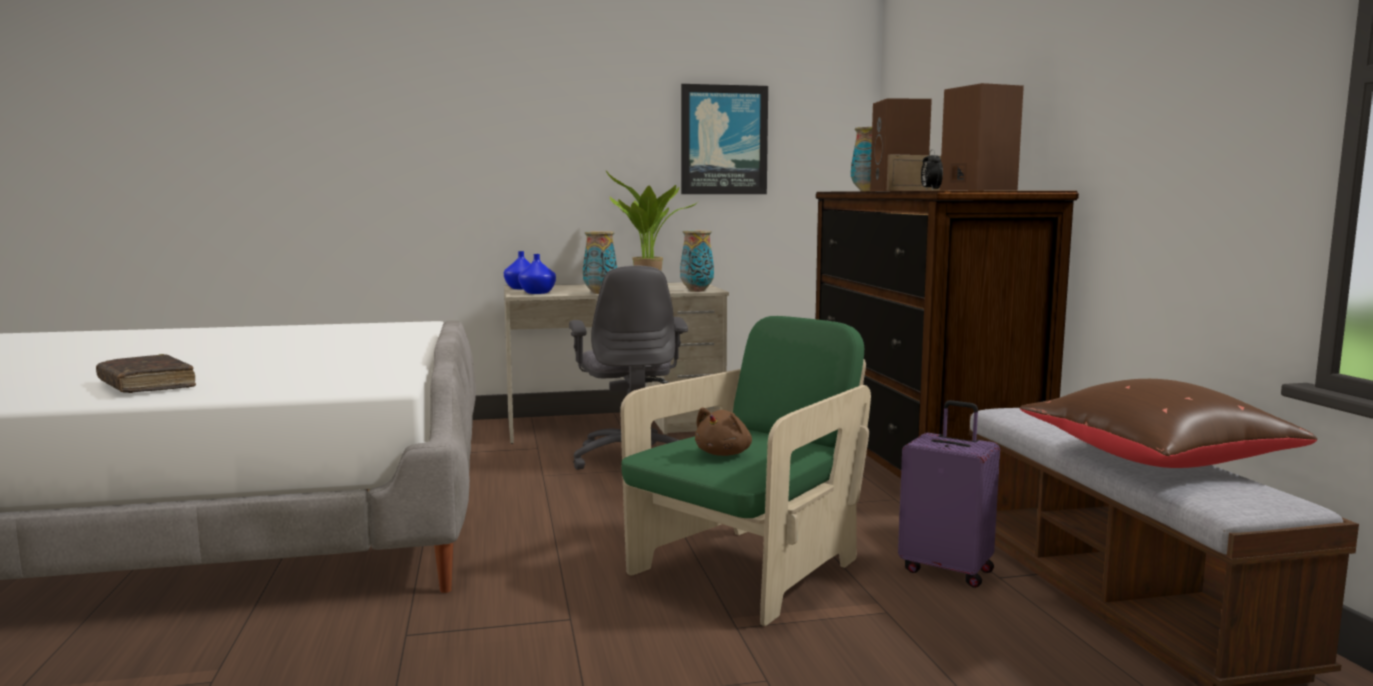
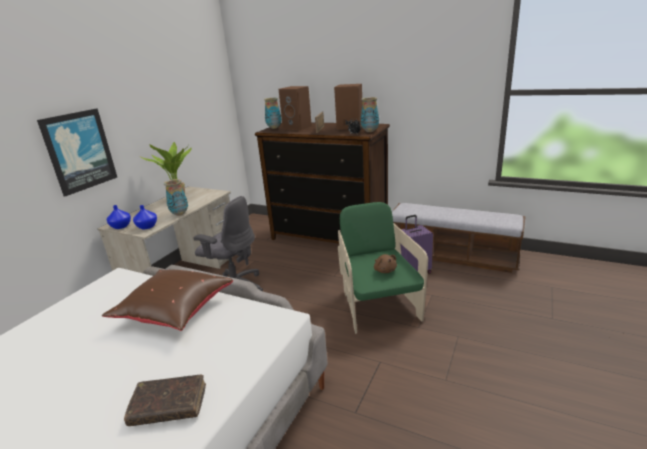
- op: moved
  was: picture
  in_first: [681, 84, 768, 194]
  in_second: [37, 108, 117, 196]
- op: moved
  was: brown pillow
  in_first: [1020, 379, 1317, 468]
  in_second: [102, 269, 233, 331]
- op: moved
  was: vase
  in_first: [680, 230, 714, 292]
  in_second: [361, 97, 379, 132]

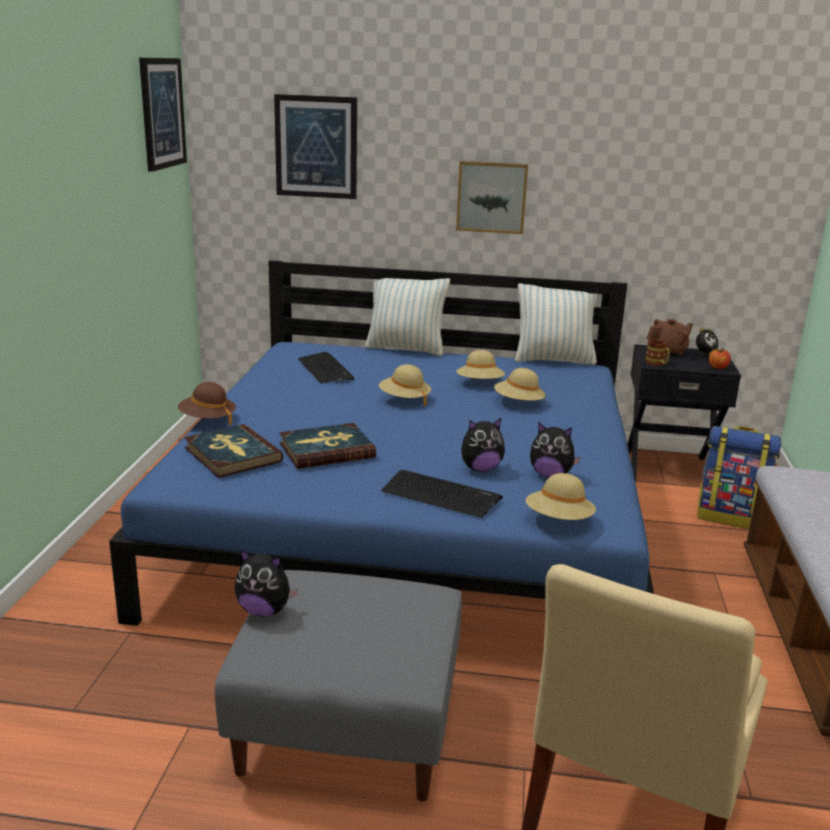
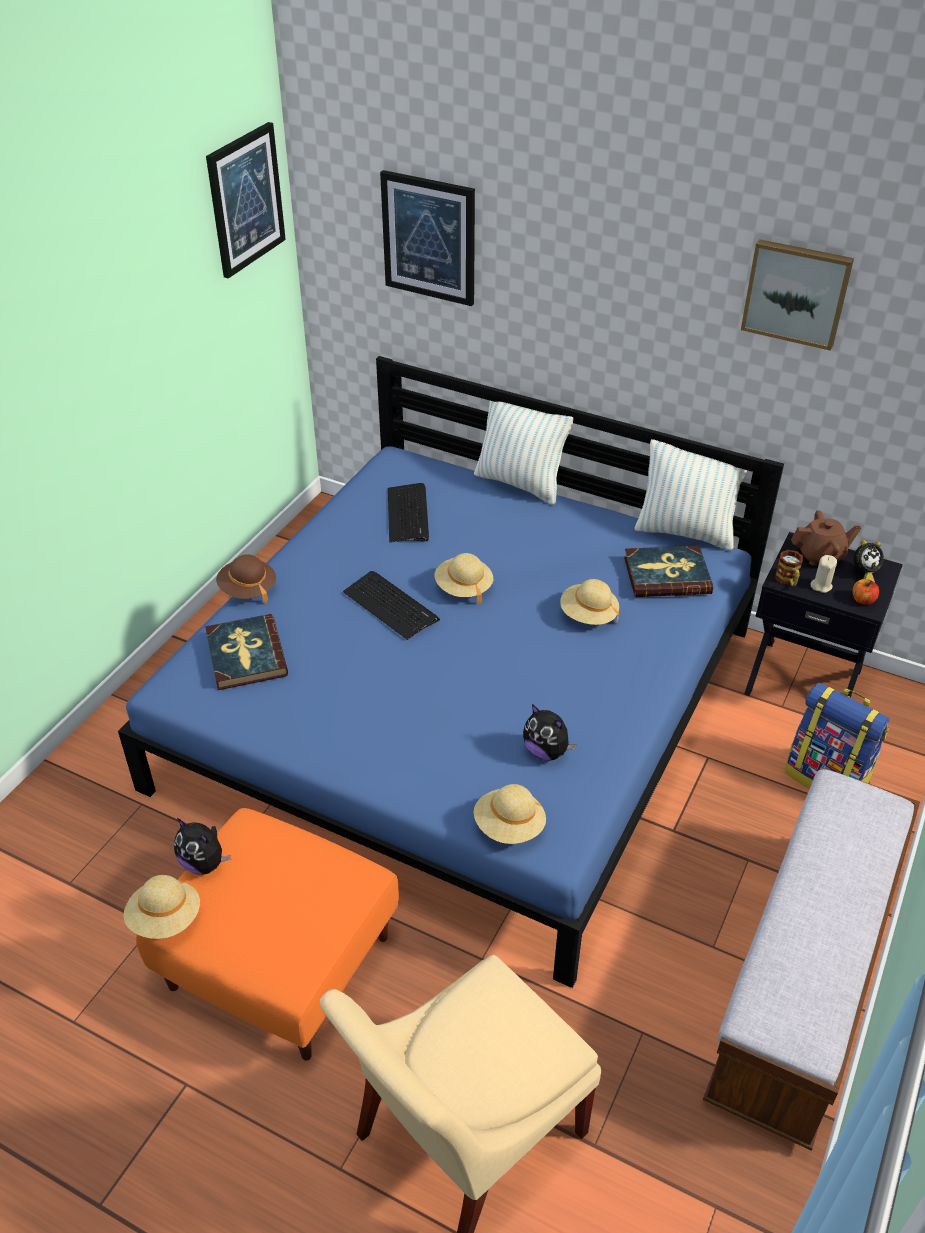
- op: moved
  was: beige hat
  in_first: [456, 350, 505, 379]
  in_second: [123, 875, 200, 939]
- op: recoloured
  was: grey ottoman
  now: orange ottoman
  in_first: [215, 570, 462, 801]
  in_second: [136, 808, 399, 1061]
- op: moved
  was: keyboard
  in_first: [381, 470, 503, 518]
  in_second: [343, 571, 440, 640]
- op: moved
  was: book
  in_first: [279, 423, 376, 469]
  in_second: [624, 546, 713, 597]
- op: moved
  was: picture
  in_first: [456, 161, 528, 234]
  in_second: [741, 239, 854, 351]
- op: added
  now: beige candle
  in_second: [811, 555, 837, 593]
- op: removed
  was: plush toy
  in_first: [461, 418, 505, 472]

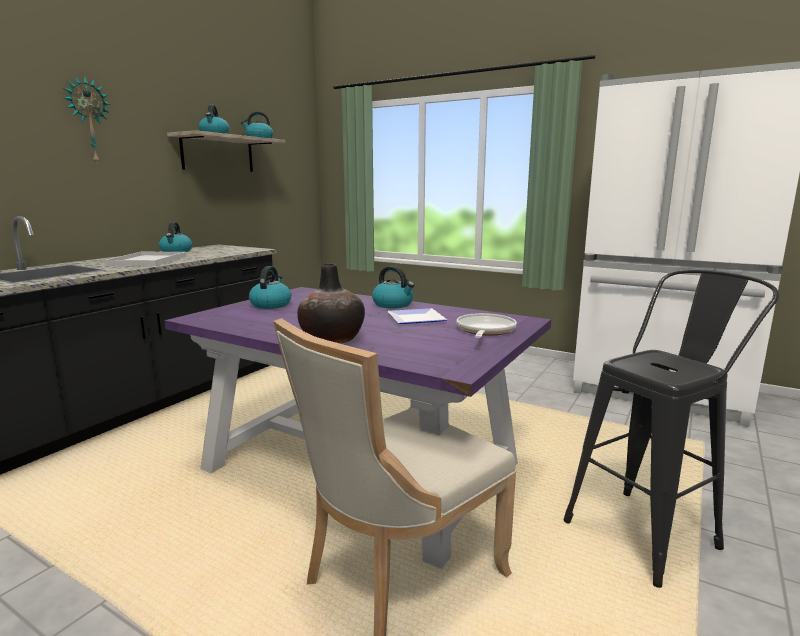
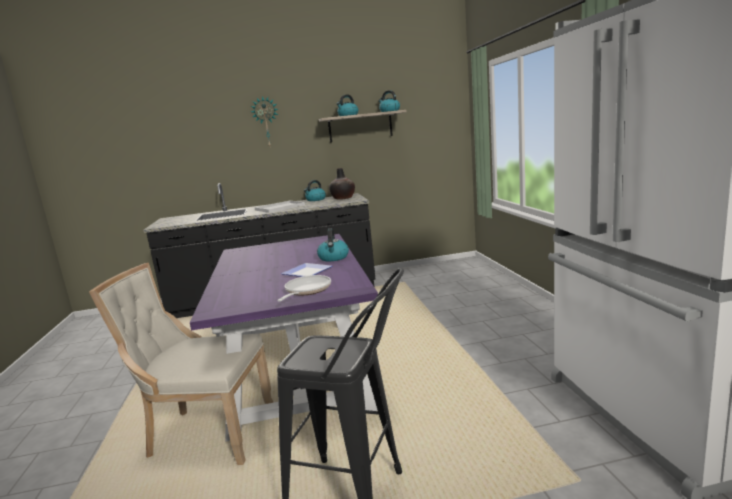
- op: turned
  was: frying pan
  in_first: [456, 313, 517, 338]
  in_second: [277, 275, 331, 302]
  clockwise: -45
- op: moved
  was: vase
  in_first: [297, 264, 365, 344]
  in_second: [329, 168, 355, 200]
- op: removed
  was: kettle
  in_first: [249, 266, 291, 309]

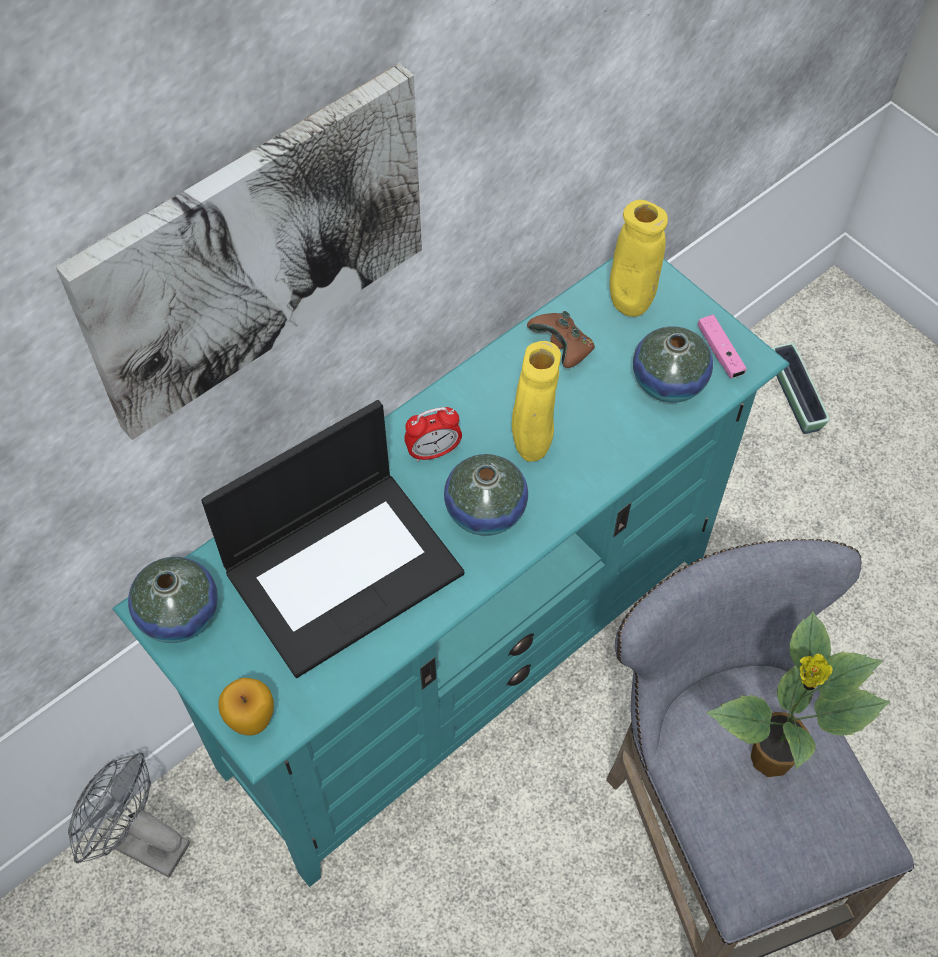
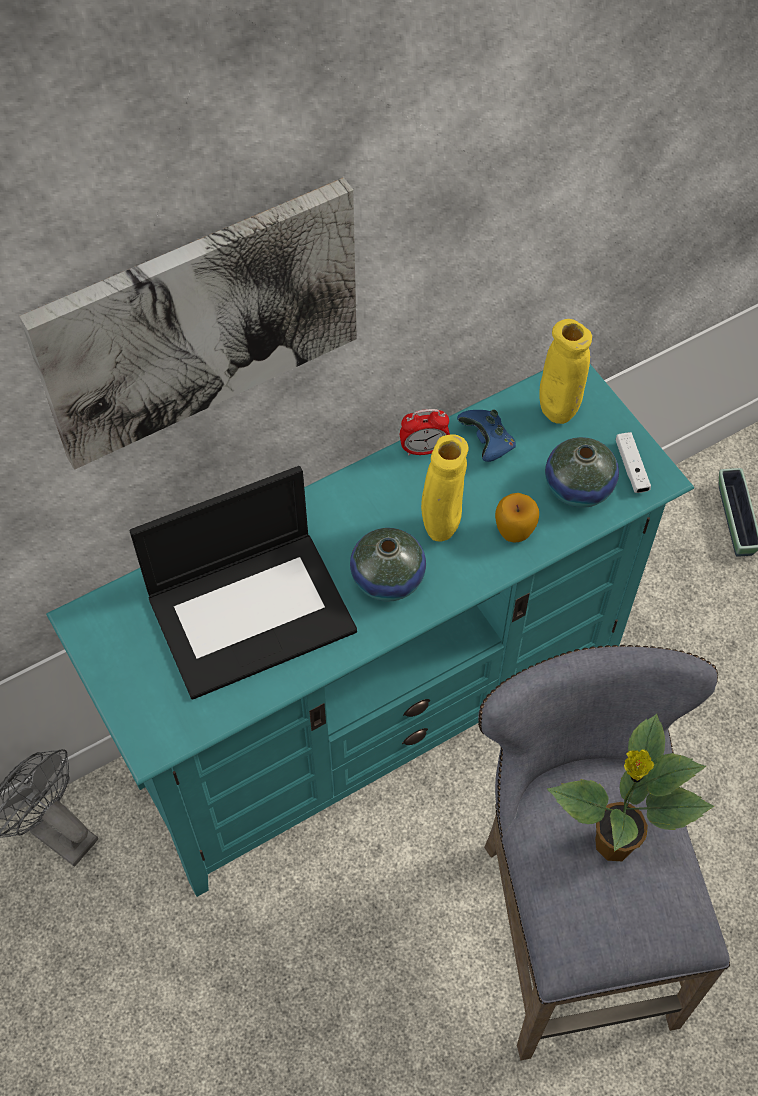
- op: moved
  was: alarm clock
  in_first: [404, 407, 462, 462]
  in_second: [400, 409, 450, 456]
- op: recoloured
  was: brown game controller
  now: blue game controller
  in_first: [527, 311, 595, 368]
  in_second: [457, 409, 516, 462]
- op: moved
  was: apple
  in_first: [218, 678, 274, 736]
  in_second: [495, 493, 539, 543]
- op: recoloured
  was: pink game controller
  now: white game controller
  in_first: [698, 315, 747, 378]
  in_second: [616, 432, 651, 493]
- op: removed
  was: vase
  in_first: [128, 557, 218, 643]

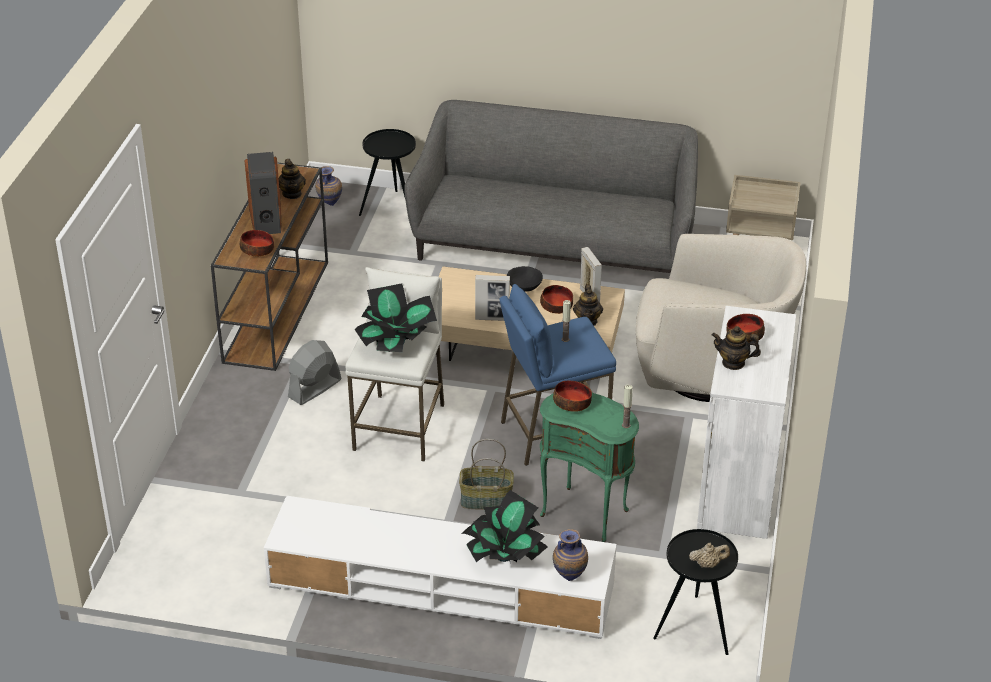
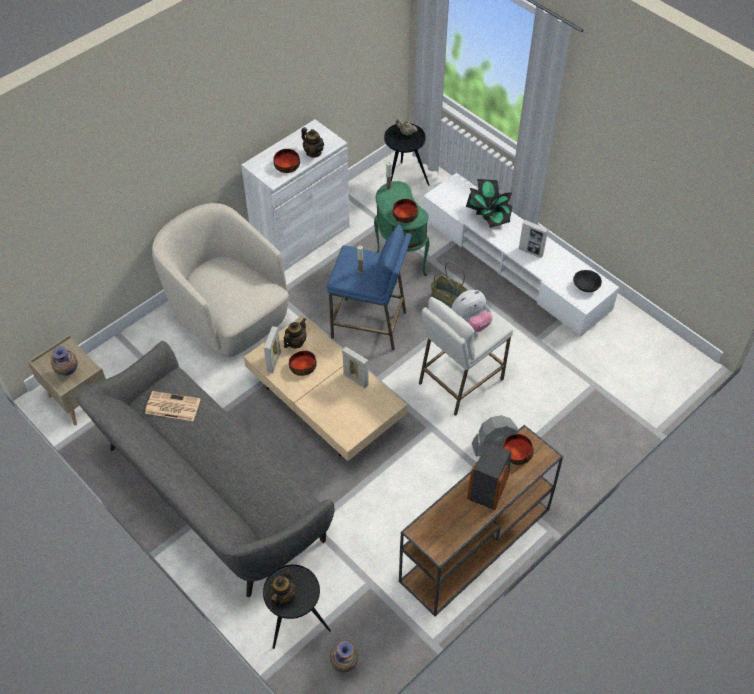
- op: moved
  was: vase
  in_first: [553, 529, 588, 581]
  in_second: [51, 346, 78, 376]
- op: added
  now: newspaper
  in_second: [145, 391, 200, 421]
- op: moved
  was: teapot
  in_first: [279, 159, 306, 199]
  in_second: [268, 567, 296, 610]
- op: replaced
  was: potted plant
  now: plush toy
  in_first: [354, 283, 437, 352]
  in_second: [451, 290, 493, 332]
- op: added
  now: picture frame
  in_second: [519, 220, 549, 258]
- op: moved
  was: black bowl
  in_first: [507, 266, 543, 292]
  in_second: [573, 270, 602, 292]

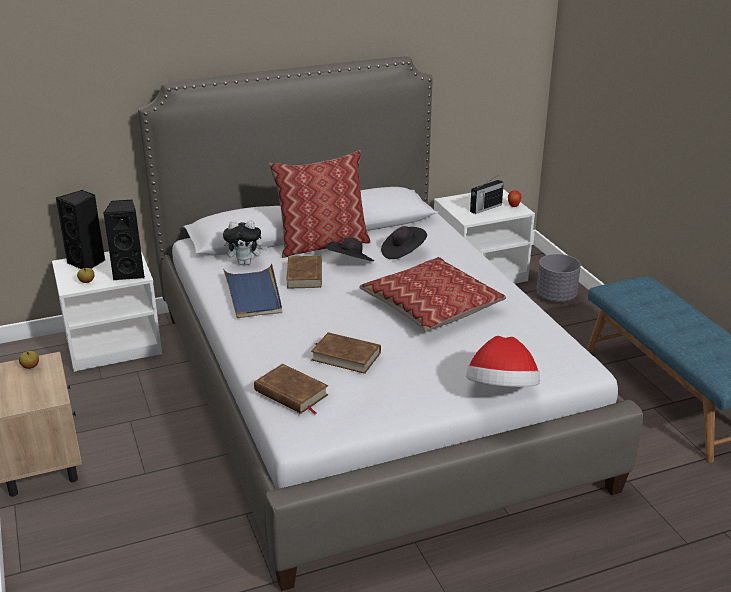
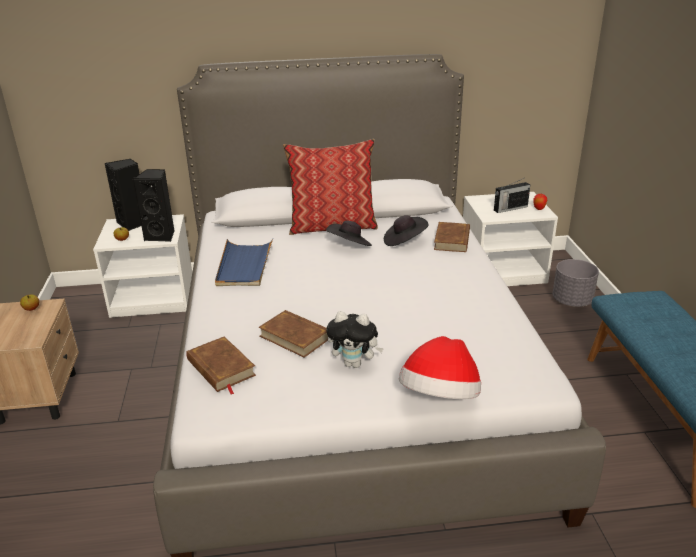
- op: moved
  was: plush toy
  in_first: [223, 221, 268, 265]
  in_second: [326, 311, 384, 368]
- op: moved
  was: brown book
  in_first: [287, 256, 322, 289]
  in_second: [434, 222, 470, 252]
- op: removed
  was: pillow
  in_first: [359, 257, 506, 332]

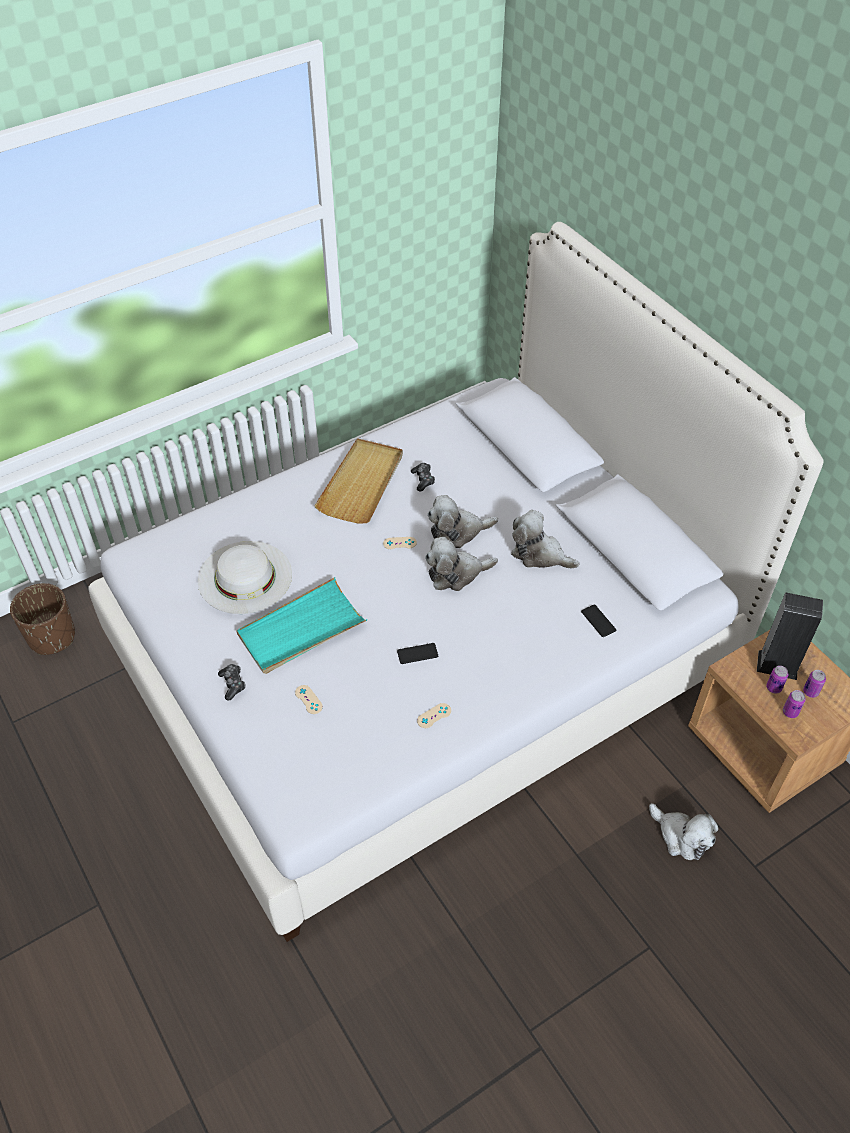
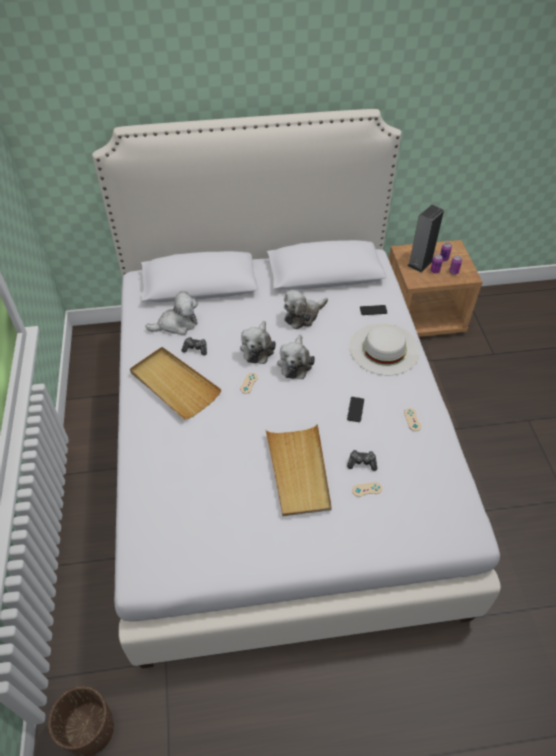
- op: moved
  was: plush toy
  in_first: [649, 803, 718, 860]
  in_second: [145, 291, 198, 336]
- op: recoloured
  was: turquoise tray
  now: beige tray
  in_first: [236, 577, 367, 674]
  in_second: [266, 424, 332, 516]
- op: moved
  was: game controller
  in_first: [218, 664, 245, 700]
  in_second: [347, 450, 377, 471]
- op: moved
  was: white hat
  in_first: [198, 541, 292, 614]
  in_second: [349, 323, 420, 375]

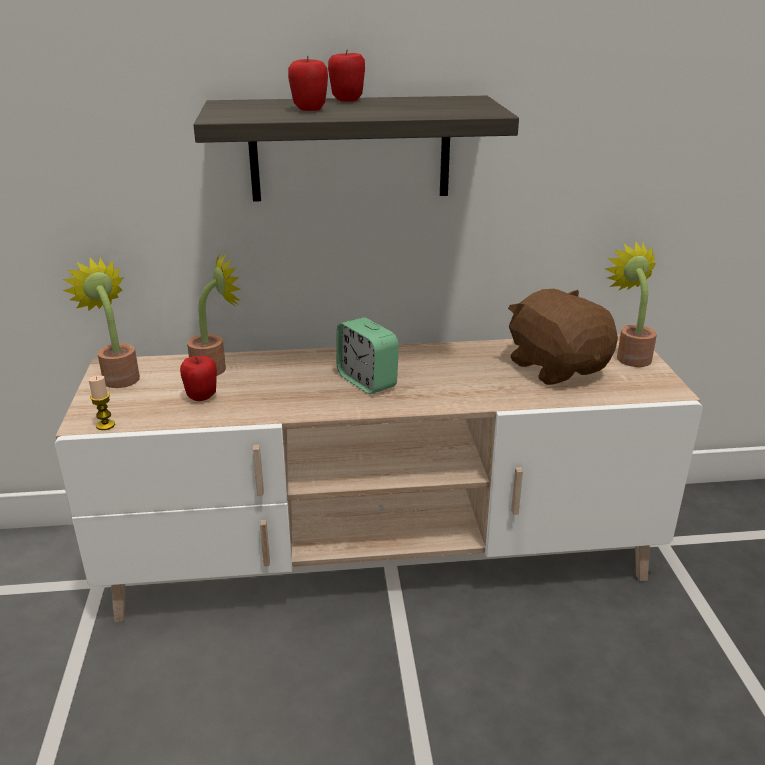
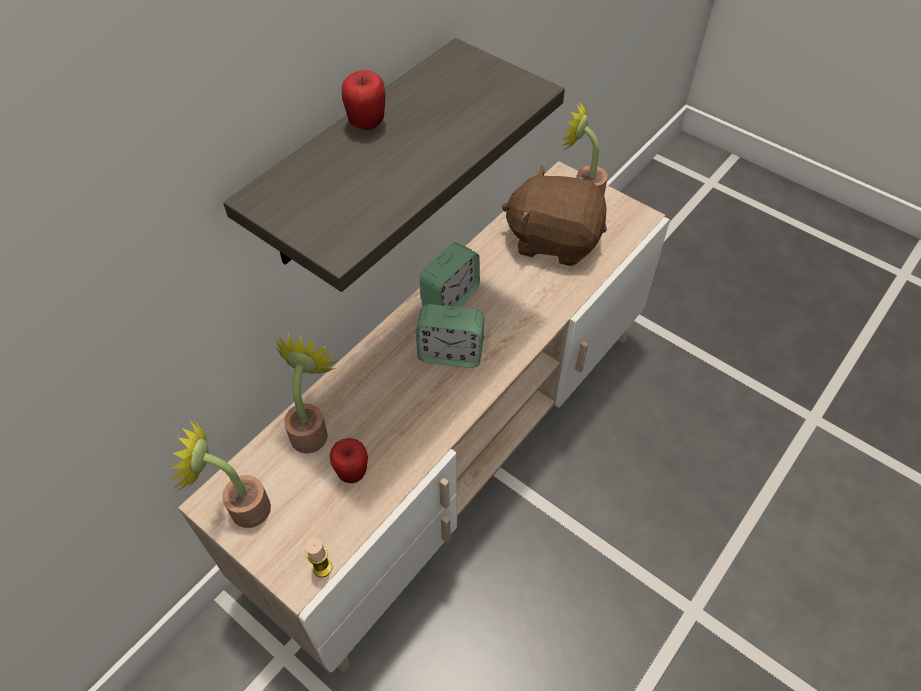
- op: added
  now: alarm clock
  in_second: [419, 242, 480, 307]
- op: removed
  was: apple
  in_first: [288, 56, 328, 111]

